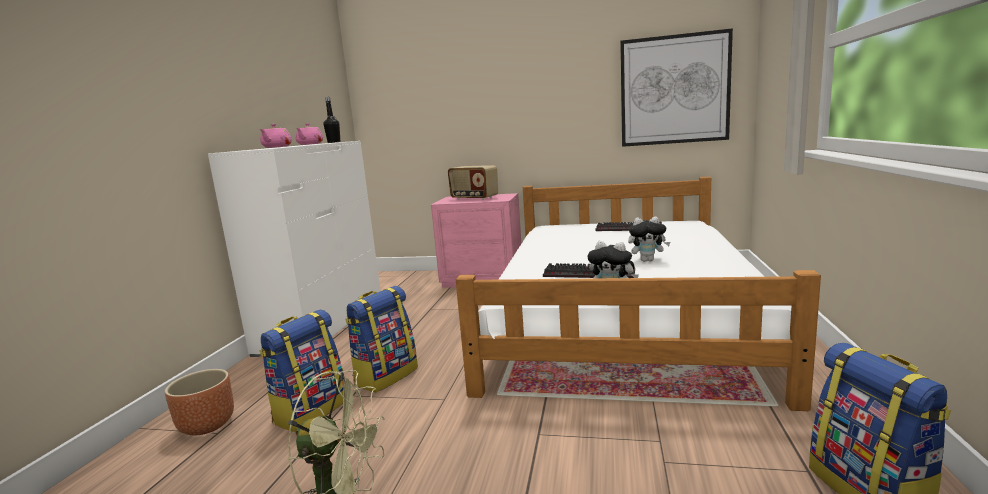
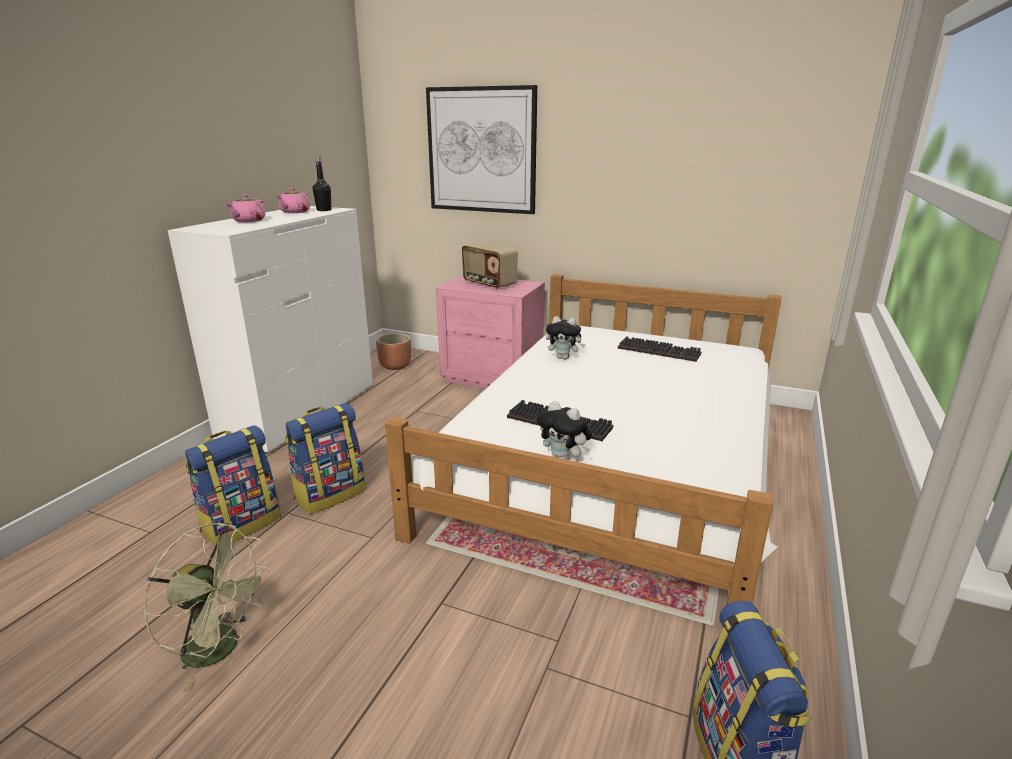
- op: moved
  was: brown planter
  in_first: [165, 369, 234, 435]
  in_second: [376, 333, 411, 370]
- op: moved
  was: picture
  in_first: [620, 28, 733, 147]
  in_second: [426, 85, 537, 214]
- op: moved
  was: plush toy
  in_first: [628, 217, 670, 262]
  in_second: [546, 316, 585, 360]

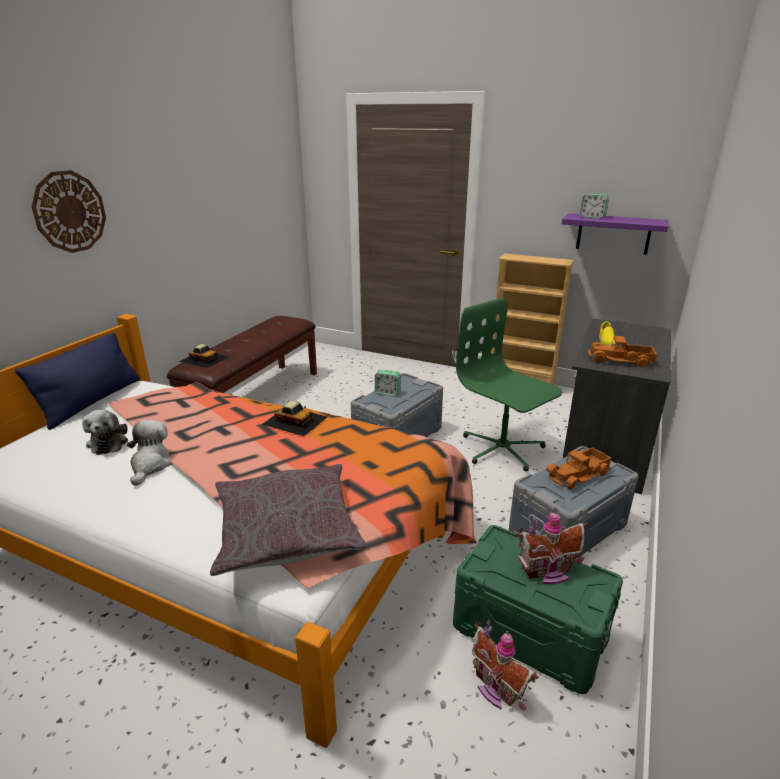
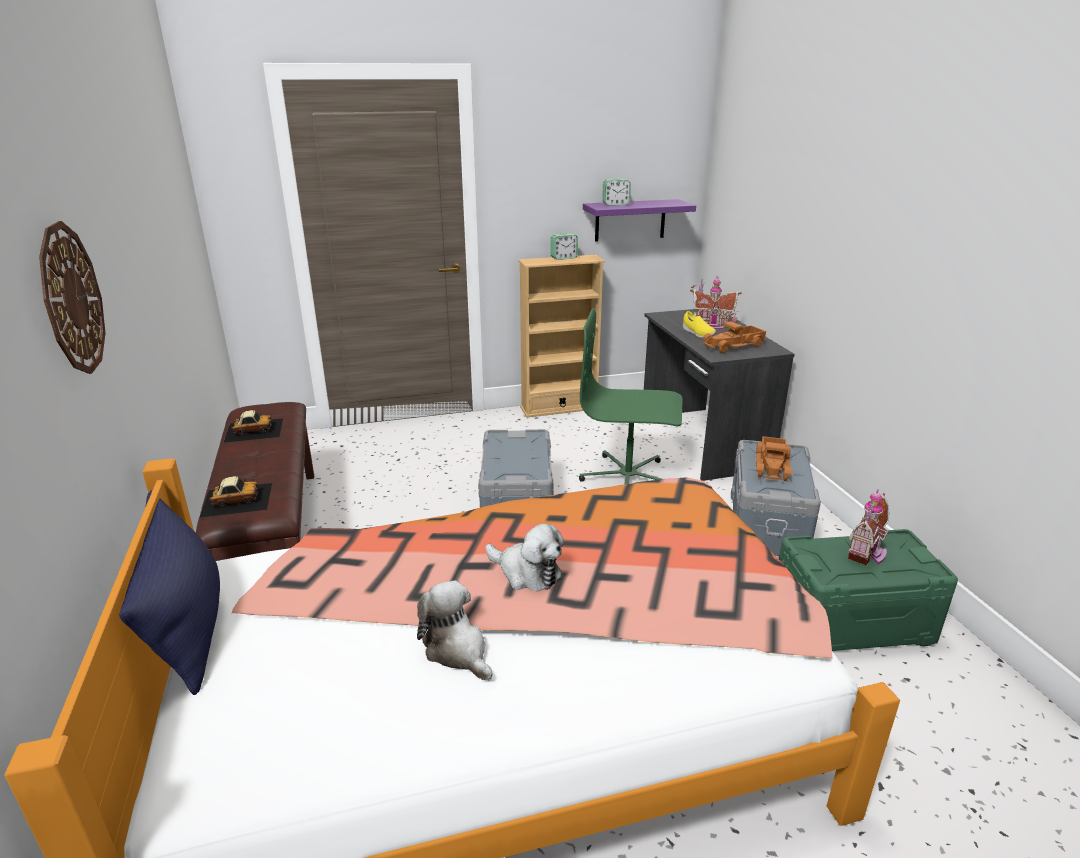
- op: moved
  was: toy car
  in_first: [262, 401, 327, 436]
  in_second: [223, 410, 283, 443]
- op: moved
  was: plush toy
  in_first: [82, 410, 128, 455]
  in_second: [485, 524, 564, 591]
- op: moved
  was: alarm clock
  in_first: [375, 369, 401, 396]
  in_second: [550, 233, 578, 260]
- op: moved
  was: toy house
  in_first: [472, 620, 539, 711]
  in_second: [690, 275, 742, 329]
- op: removed
  was: grey pillow
  in_first: [210, 464, 366, 576]

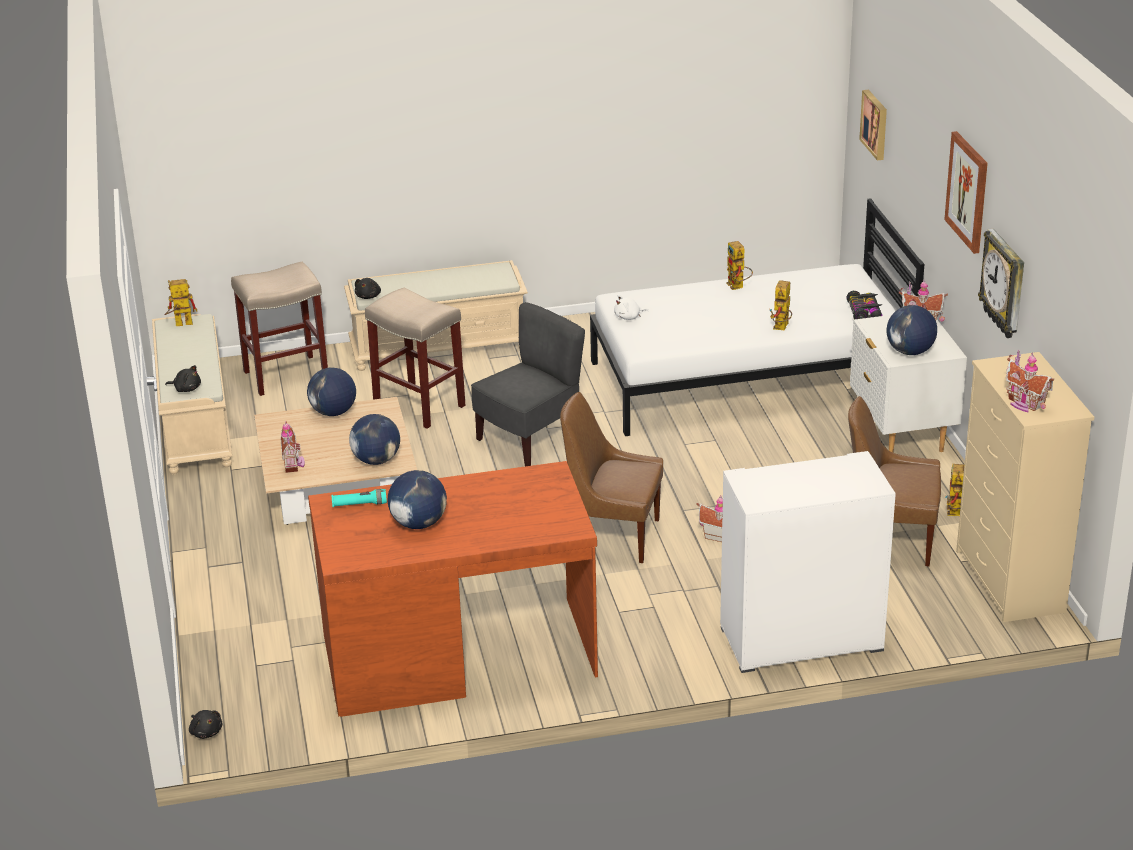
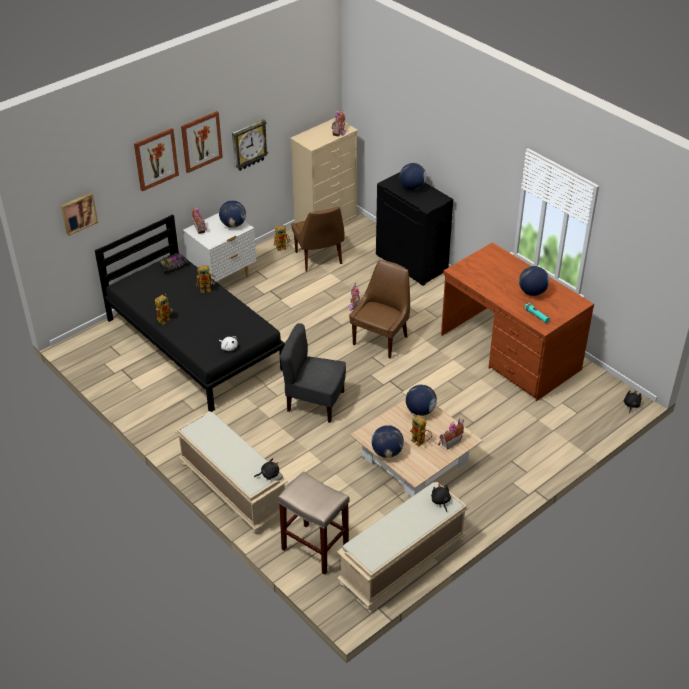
- op: recoloured
  was: white bed
  now: black bed
  in_first: [590, 198, 924, 436]
  in_second: [95, 214, 285, 412]
- op: added
  now: picture
  in_second: [134, 128, 179, 191]
- op: turned
  was: brown chair
  in_first: [560, 392, 663, 563]
  in_second: [349, 260, 410, 358]
  clockwise: -135
- op: recoloured
  was: white cabinet
  now: black cabinet
  in_first: [720, 451, 896, 673]
  in_second: [376, 172, 453, 286]
- op: added
  now: globe
  in_second: [399, 163, 426, 190]
- op: moved
  was: toy robot
  in_first: [164, 279, 197, 326]
  in_second: [410, 415, 432, 447]
- op: removed
  was: beige stool
  in_first: [365, 287, 465, 429]

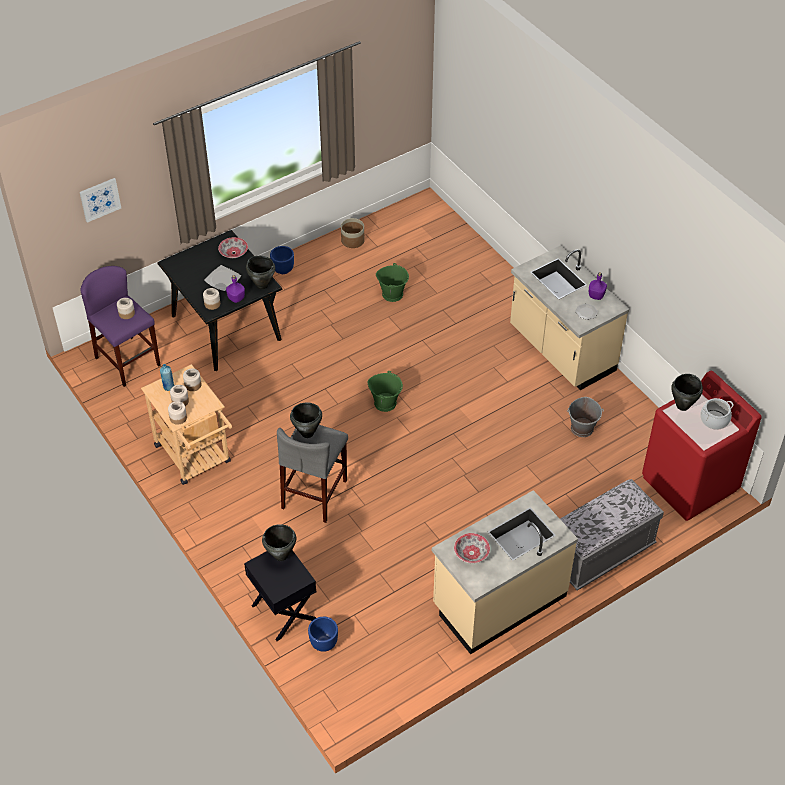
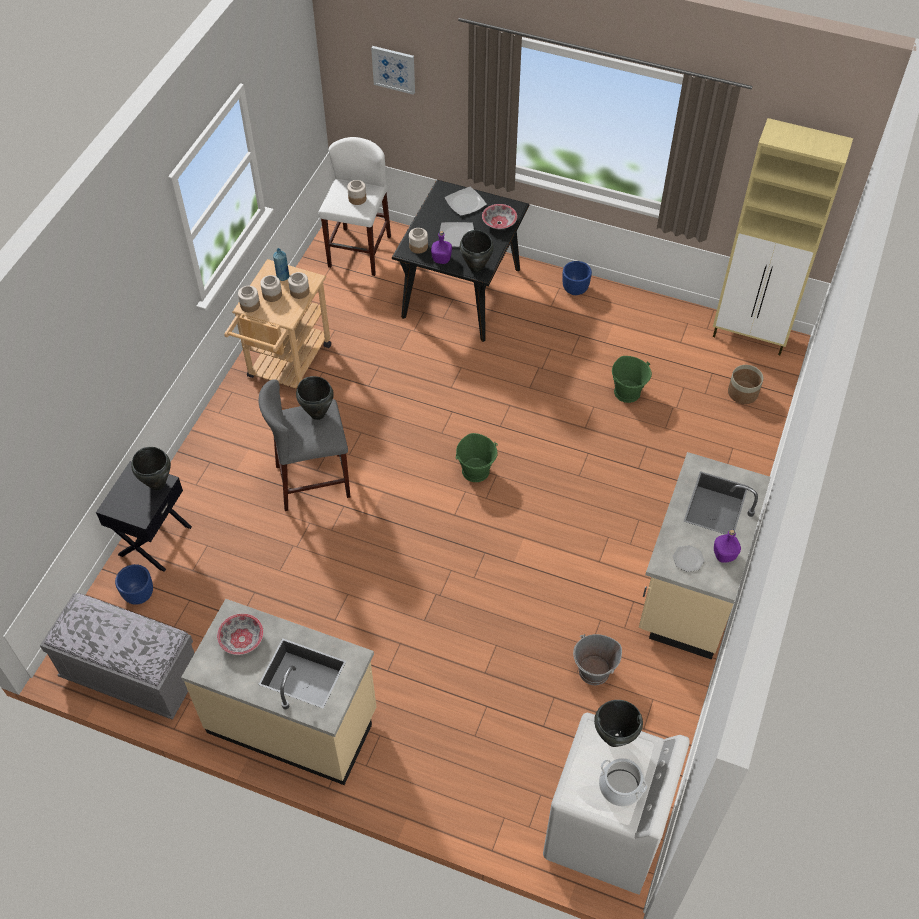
- op: moved
  was: grey bench
  in_first: [560, 479, 664, 590]
  in_second: [40, 593, 195, 720]
- op: recoloured
  was: purple stool
  now: white stool
  in_first: [81, 266, 161, 387]
  in_second: [318, 137, 391, 276]
- op: added
  now: plate
  in_second: [445, 187, 487, 216]
- op: recoloured
  was: red washing machine
  now: white washing machine
  in_first: [642, 371, 762, 521]
  in_second: [543, 713, 690, 895]
- op: added
  now: beige cabinet
  in_second: [713, 118, 853, 355]
- op: moved
  was: planter
  in_first: [341, 218, 365, 248]
  in_second: [728, 365, 763, 404]

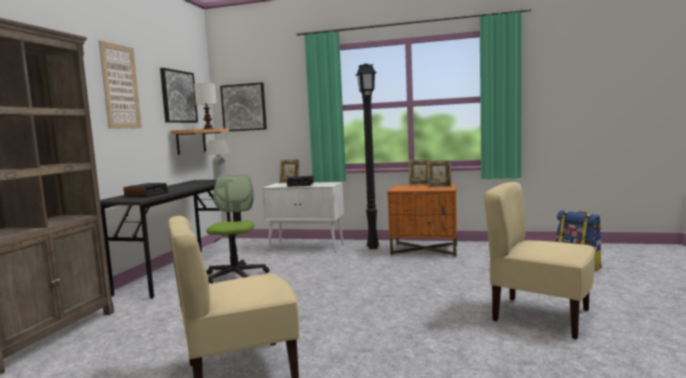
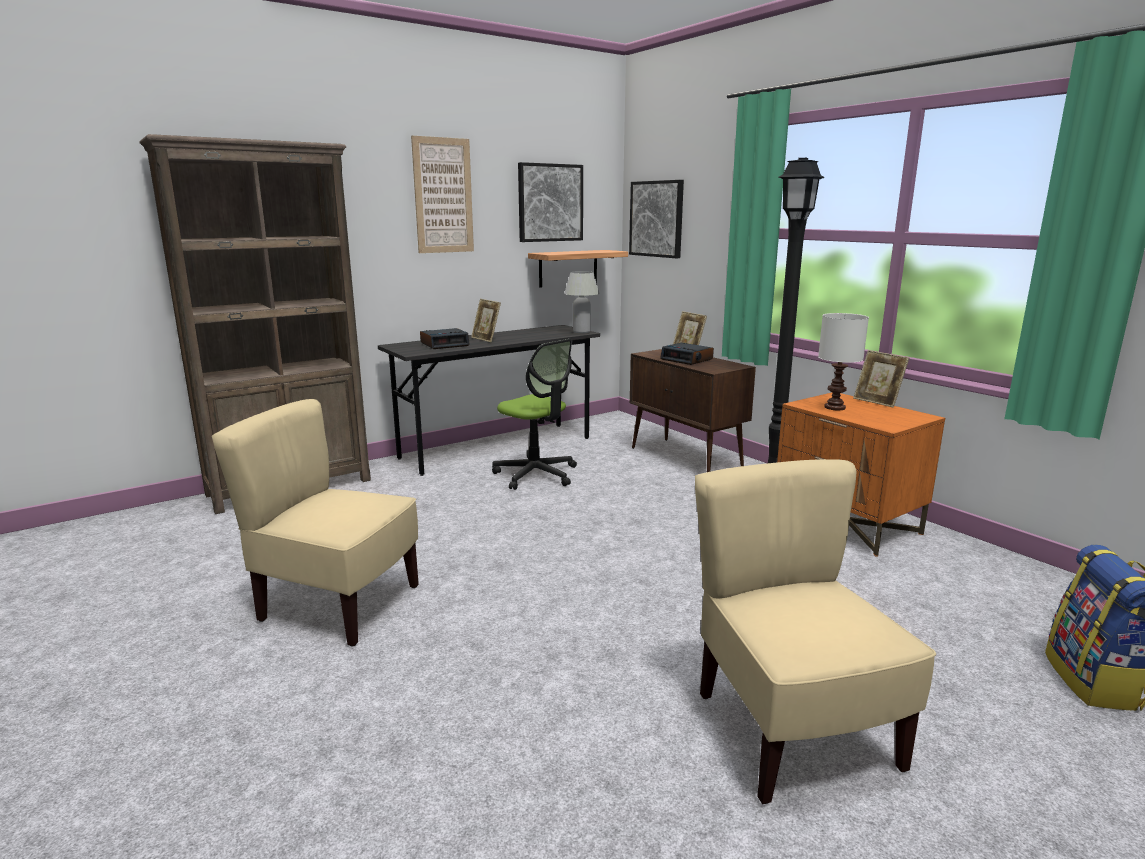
- op: moved
  was: picture frame
  in_first: [427, 160, 452, 188]
  in_second: [471, 299, 501, 343]
- op: turned
  was: office chair
  in_first: [206, 174, 269, 284]
  in_second: [492, 339, 577, 490]
  clockwise: 90
- op: recoloured
  was: white cabinet
  now: brown cabinet
  in_first: [262, 182, 344, 252]
  in_second: [630, 349, 756, 472]
- op: moved
  was: white table lamp
  in_first: [194, 83, 217, 129]
  in_second: [818, 313, 869, 410]

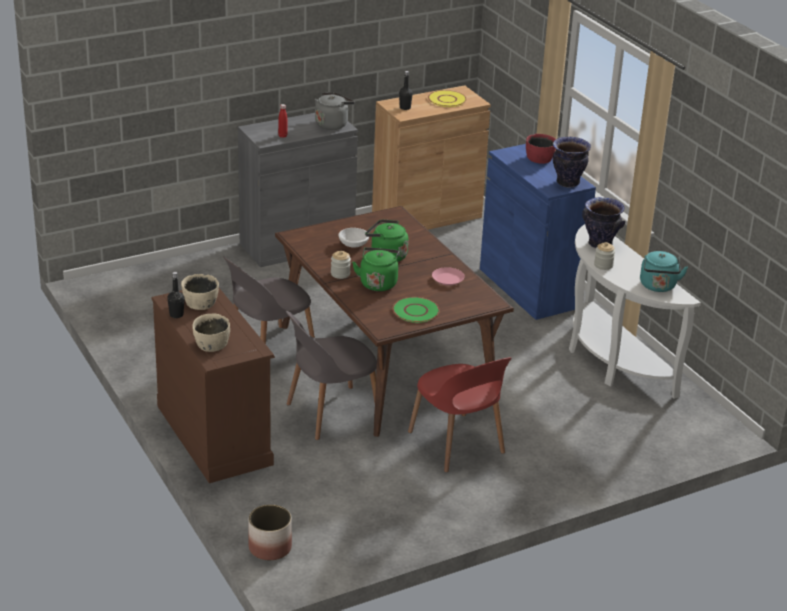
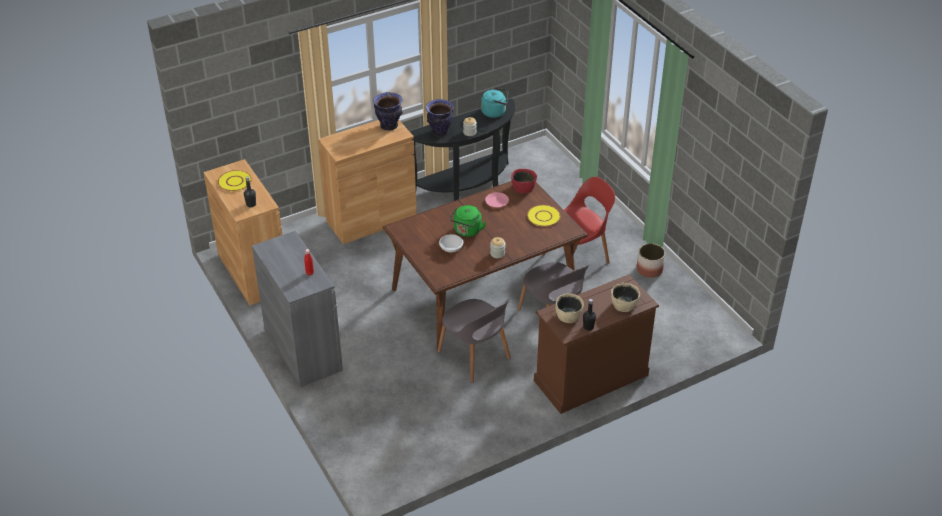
- op: recoloured
  was: blue cabinet
  now: brown cabinet
  in_first: [480, 144, 596, 320]
  in_second: [318, 120, 417, 244]
- op: recoloured
  was: white console table
  now: black console table
  in_first: [569, 224, 701, 399]
  in_second: [409, 98, 515, 201]
- op: moved
  was: red bowl
  in_first: [526, 134, 556, 164]
  in_second: [511, 169, 537, 194]
- op: recoloured
  was: green plate
  now: yellow plate
  in_first: [392, 297, 440, 323]
  in_second: [527, 205, 561, 227]
- op: moved
  was: planter
  in_first: [248, 504, 292, 560]
  in_second: [637, 243, 665, 278]
- op: removed
  was: grey kettle
  in_first: [315, 92, 355, 130]
- op: removed
  was: green kettle
  in_first: [352, 247, 400, 291]

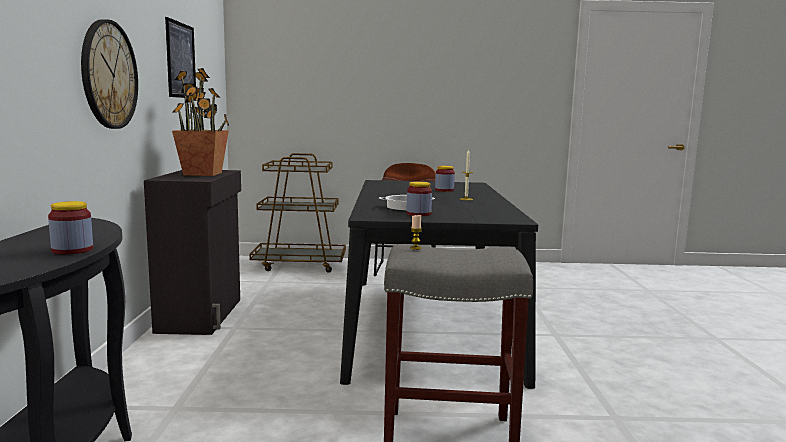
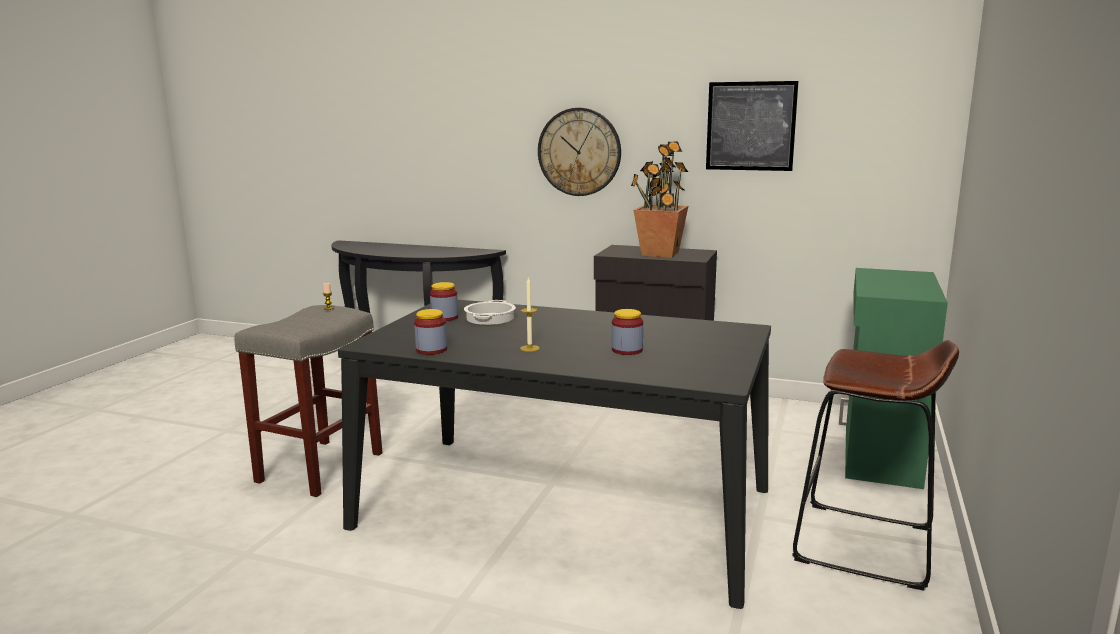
- op: moved
  was: jar
  in_first: [48, 201, 93, 255]
  in_second: [414, 309, 447, 355]
- op: replaced
  was: brown cart
  now: green cabinet
  in_first: [249, 153, 346, 273]
  in_second: [839, 268, 948, 489]

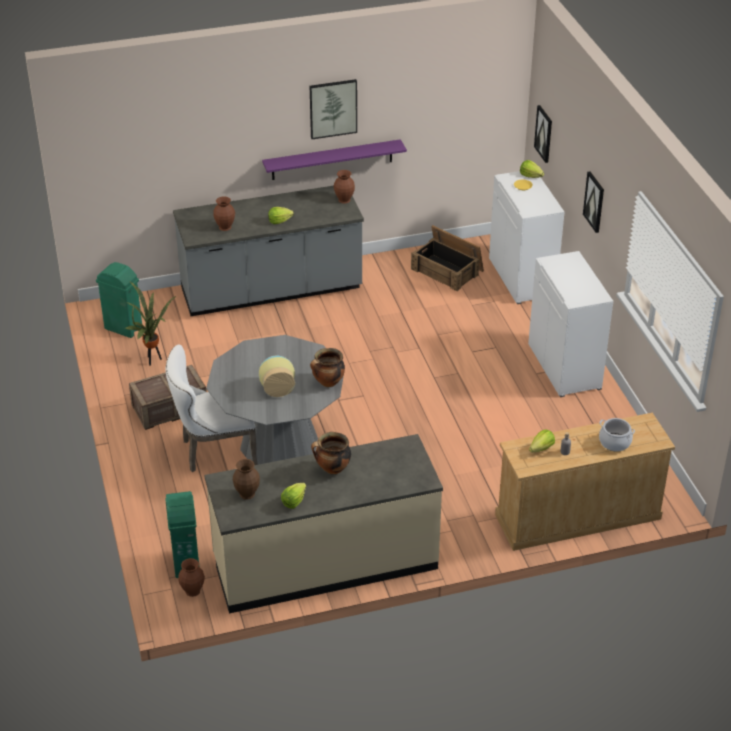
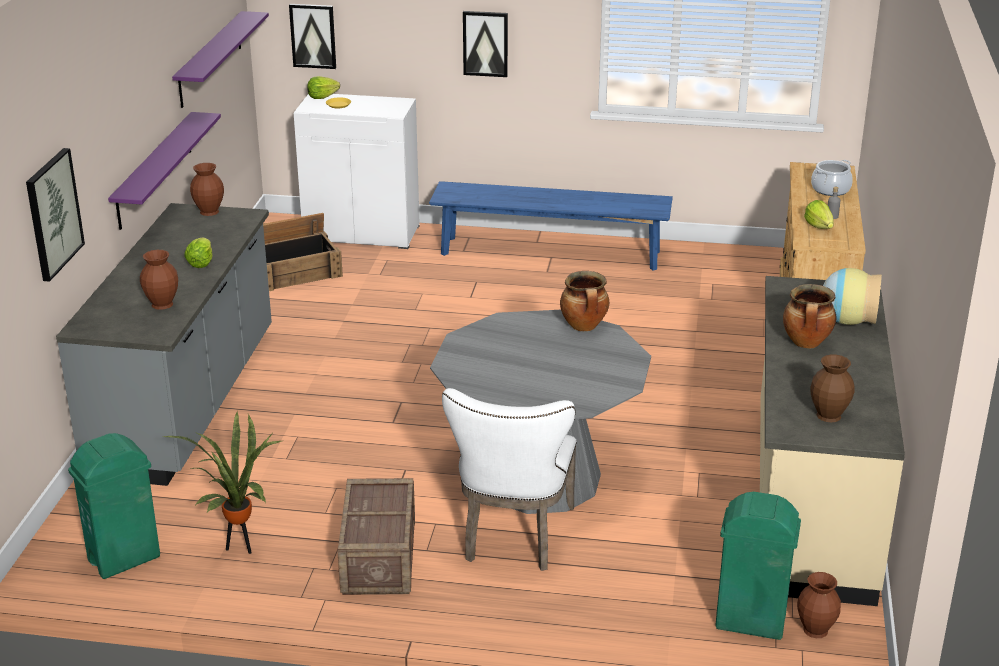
- op: moved
  was: picture
  in_first: [310, 79, 357, 139]
  in_second: [26, 148, 85, 282]
- op: added
  now: purple shelf
  in_second: [172, 11, 269, 108]
- op: replaced
  was: white cabinet
  now: blue bench
  in_first: [528, 251, 613, 397]
  in_second: [429, 181, 673, 271]
- op: moved
  was: vase
  in_first: [259, 356, 295, 397]
  in_second: [823, 268, 882, 325]
- op: removed
  was: lettuce
  in_first: [281, 483, 306, 509]

